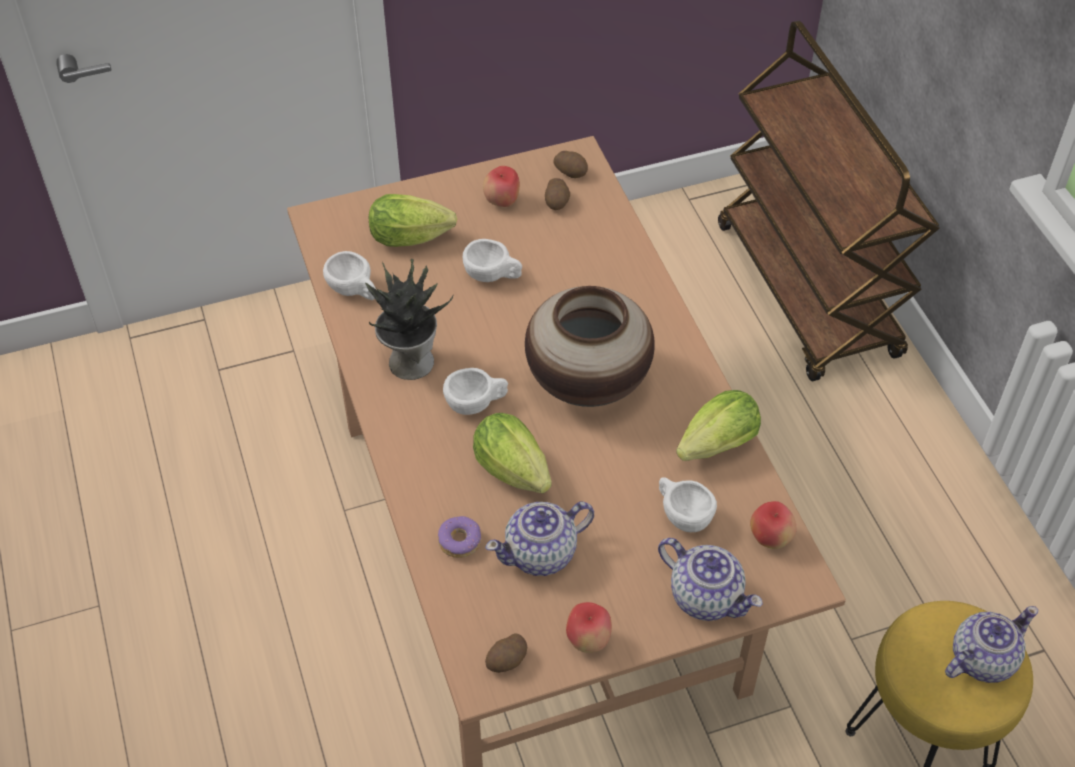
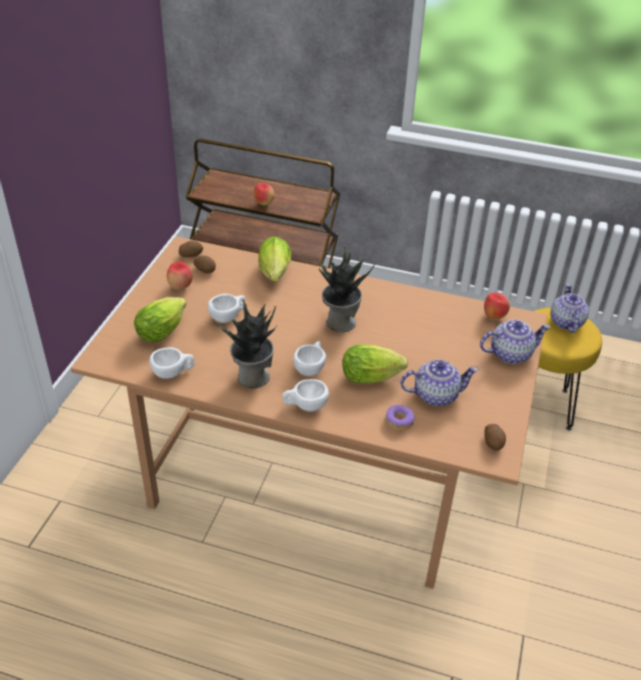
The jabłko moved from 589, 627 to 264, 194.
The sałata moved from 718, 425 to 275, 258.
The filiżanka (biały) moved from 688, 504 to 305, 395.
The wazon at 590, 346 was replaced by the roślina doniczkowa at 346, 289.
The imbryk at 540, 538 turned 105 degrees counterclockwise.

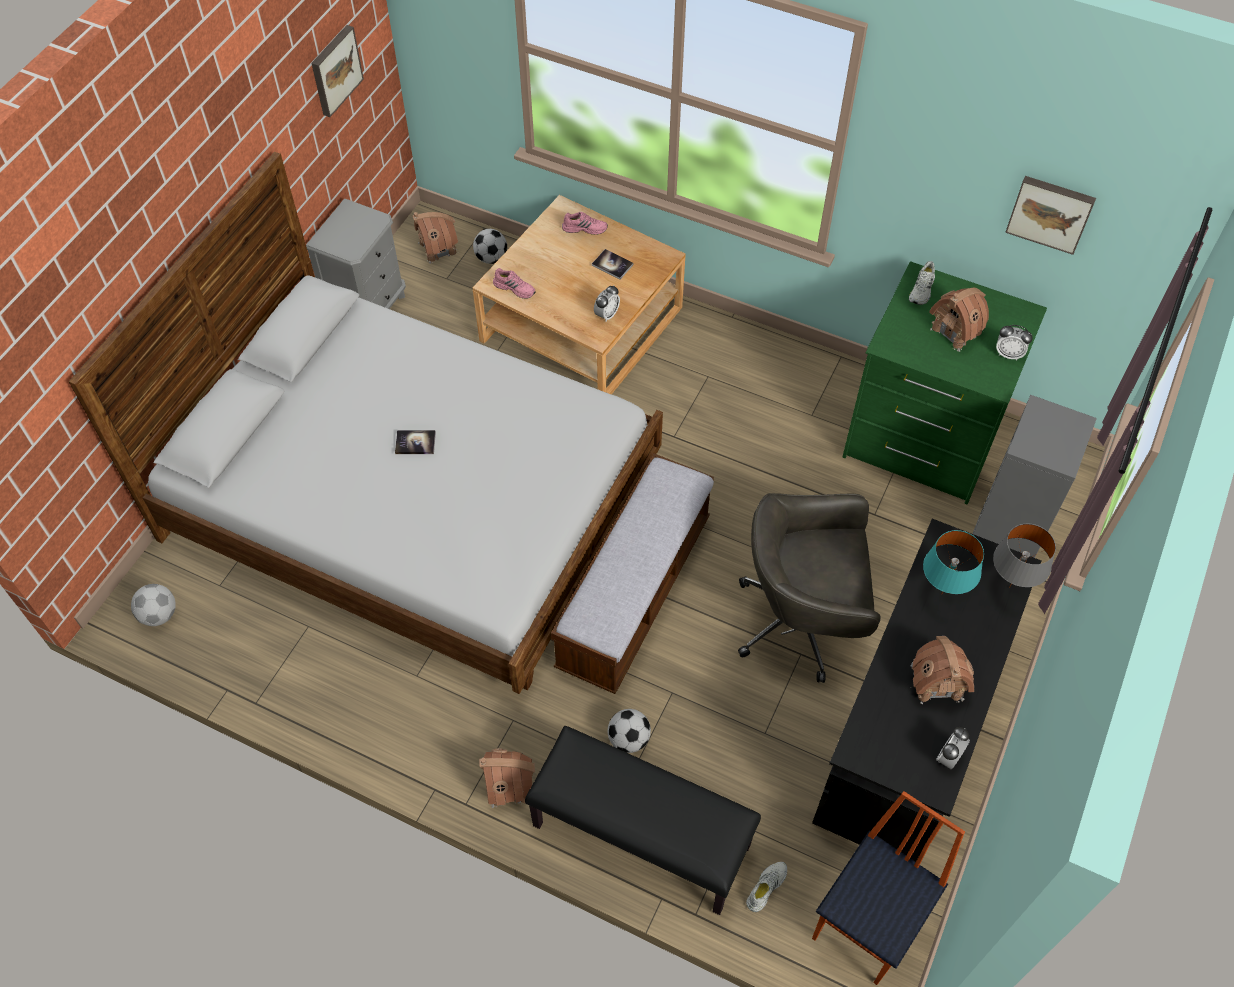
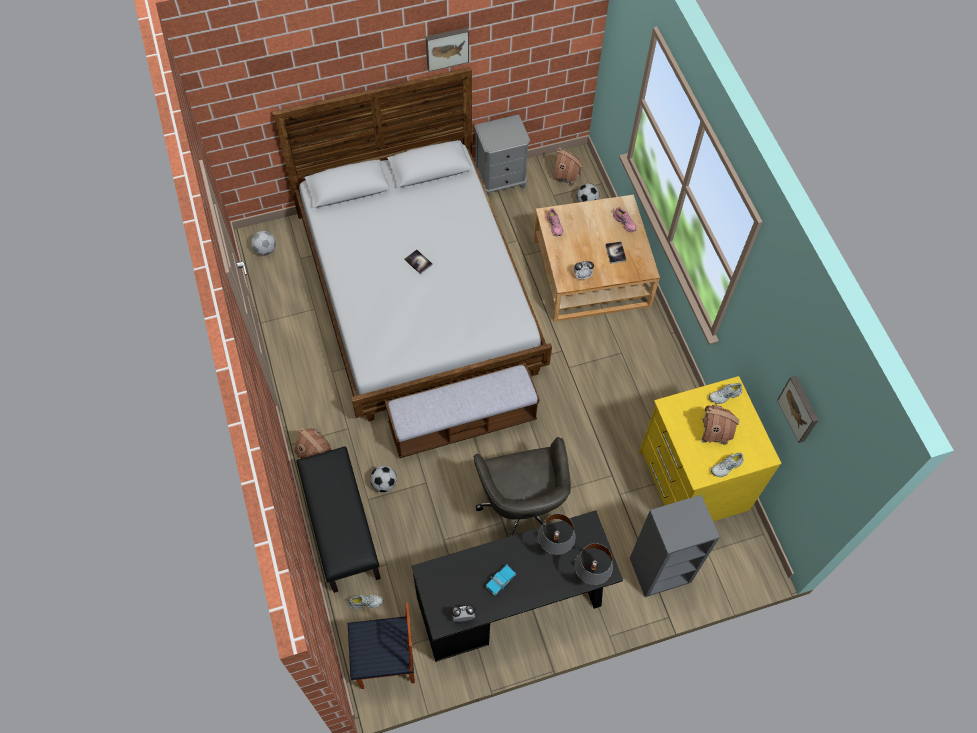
The obraz moved from 337, 71 to 447, 50.
The krzesło biurowe (szary) at 809, 588 turned 150 degrees counterclockwise.
The domek at 942, 670 was replaced by the ciężarówka zabawkowa at 501, 580.
The lampa stołowa (turkusowy) at 953, 562 became the lampa stołowa (szary) at 556, 534.
The komoda (zielony) at 944, 382 became the komoda (żółty) at 710, 448.
The budzik at 1014, 343 was replaced by the but (biały) at 727, 465.

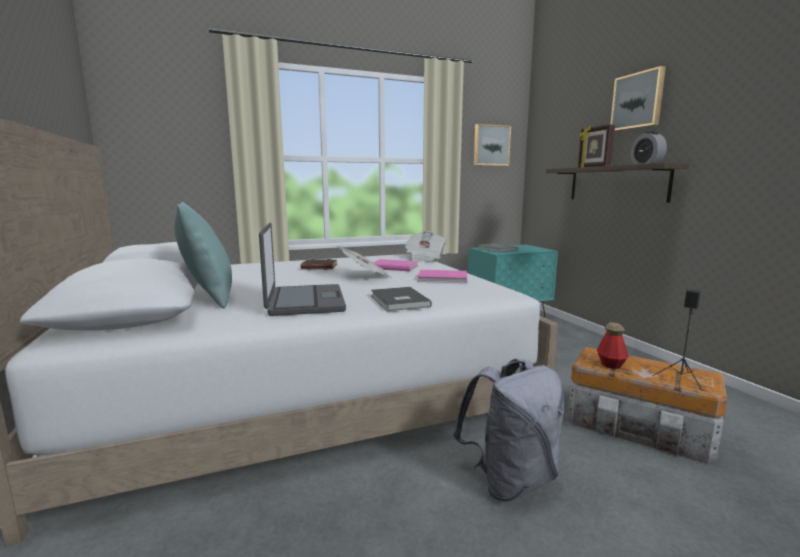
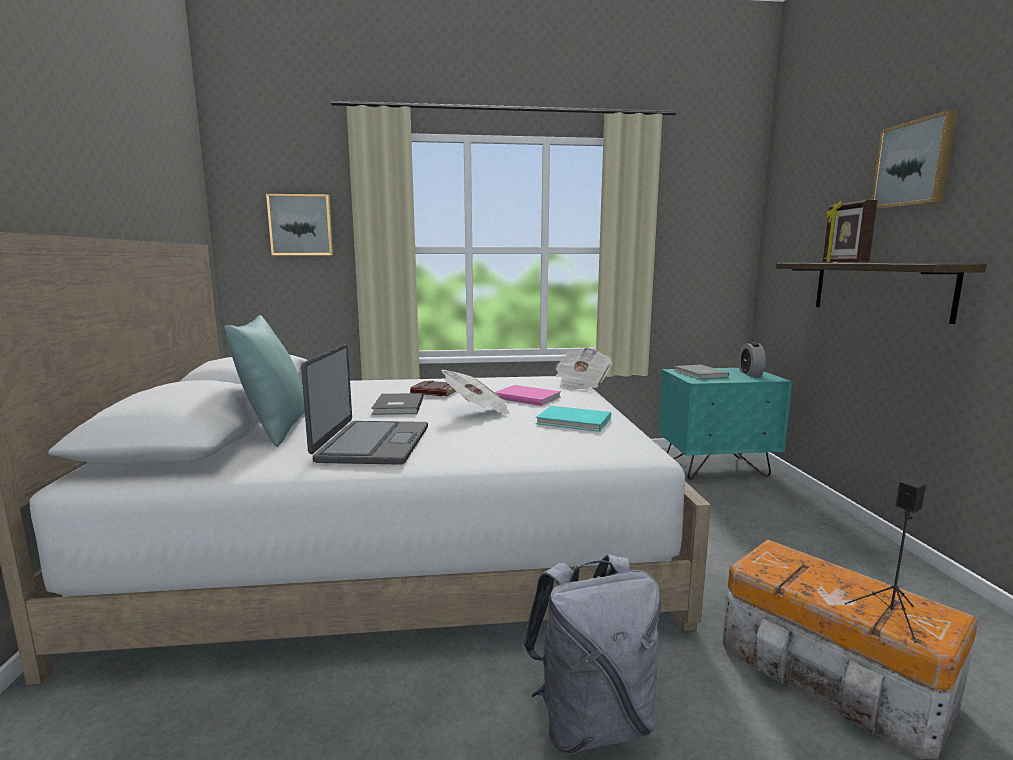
The obraz moved from 492, 145 to 299, 224.
The książka (szary) moved from 401, 299 to 397, 404.
The książka (różowy) at 442, 276 became the książka (turkusowy) at 573, 419.
The budzik moved from 649, 148 to 752, 359.
The butelka at 613, 345 disappeared.

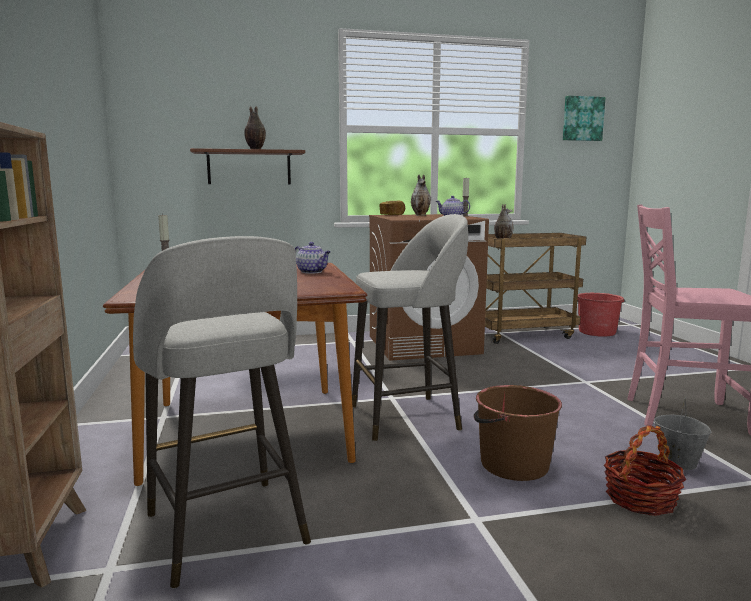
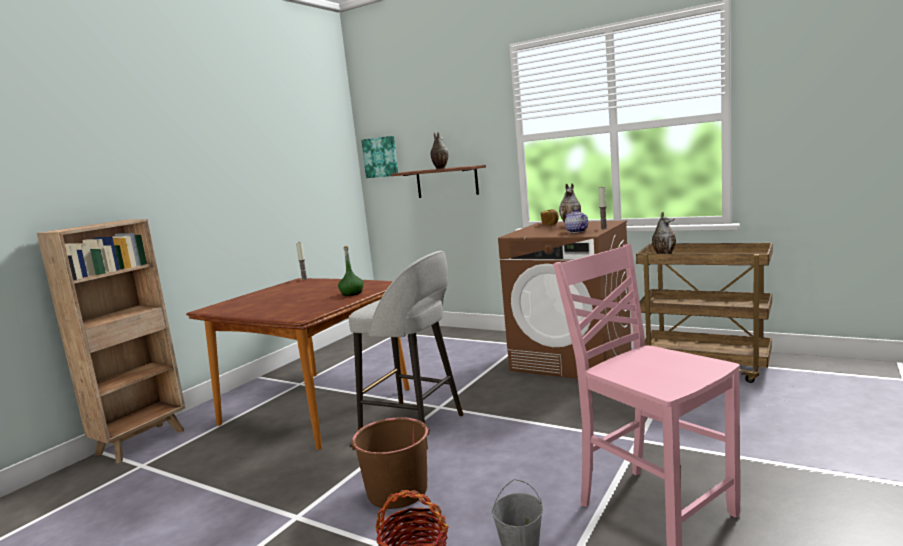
The imbryk at 313, 258 was replaced by the butelka (zielony) at 351, 271.
The obraz moved from 584, 118 to 379, 157.
The stołek (szary) at 222, 412 disappeared.
The wiadro (czerwony) at 601, 315 disappeared.

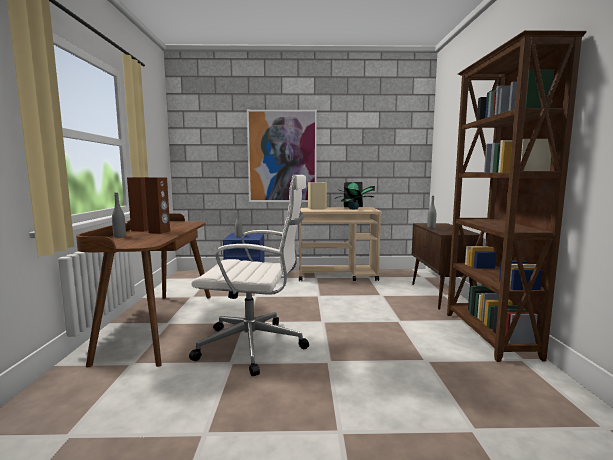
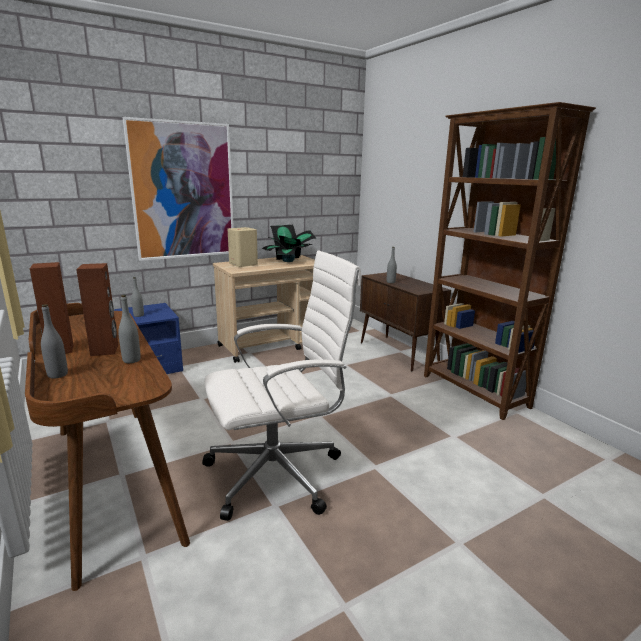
The butelka (szary) at 129, 329 appeared.

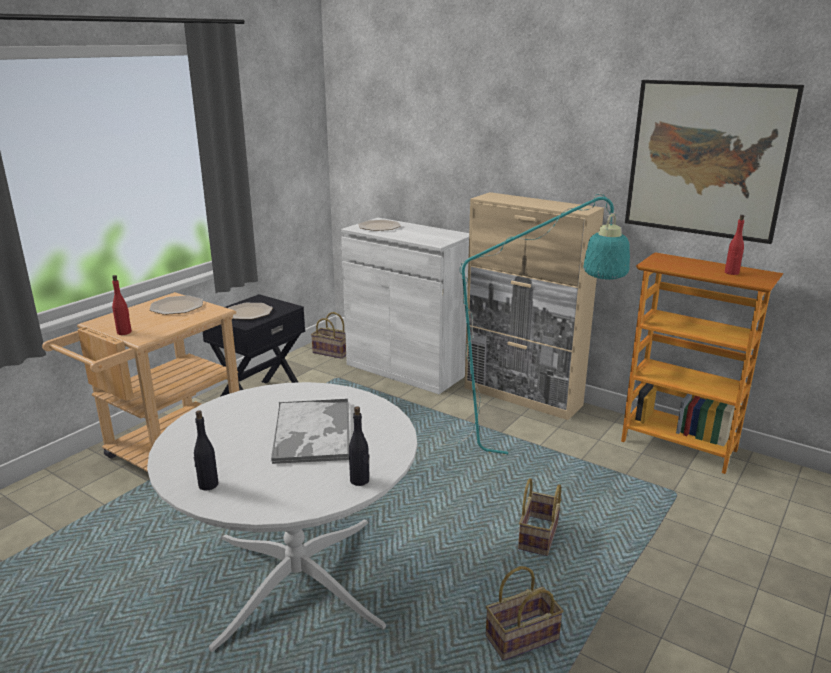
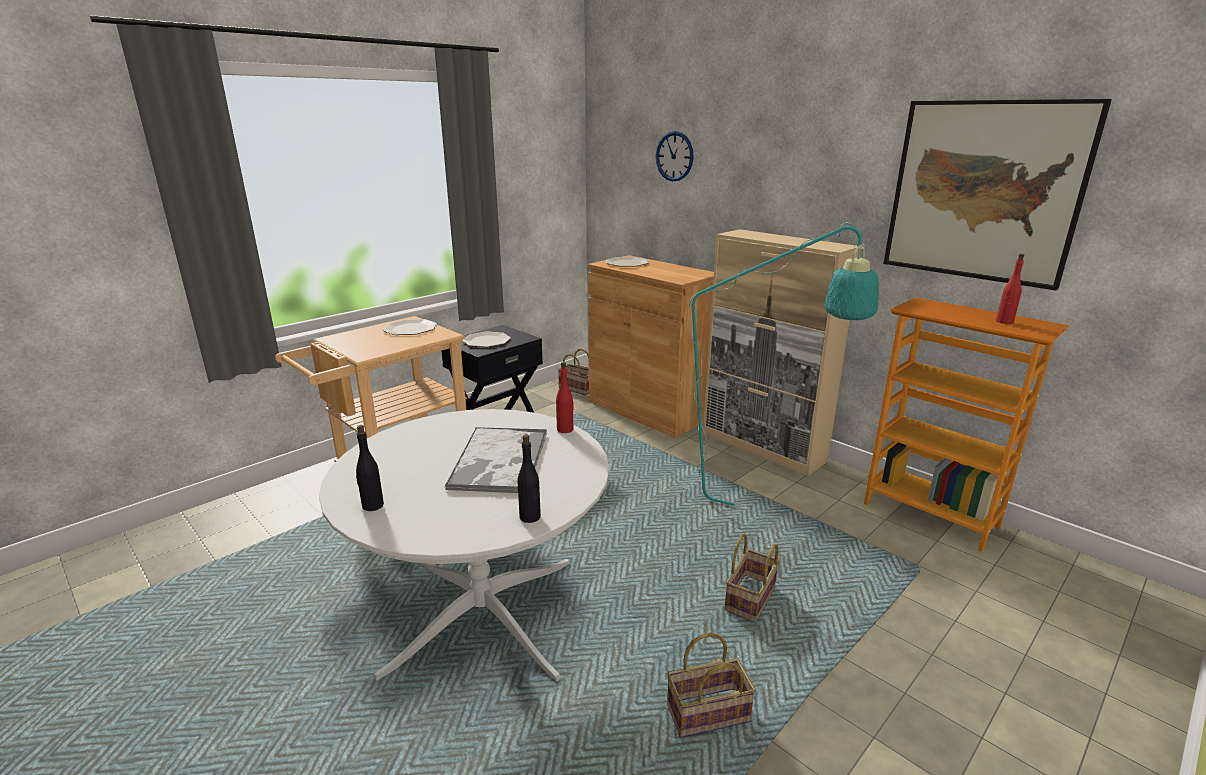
The butelka (czerwony) moved from 122, 305 to 565, 397.
The szafka (biały) at 405, 306 became the szafka (brązowy) at 651, 346.
The zegar ścienny at 675, 156 appeared.

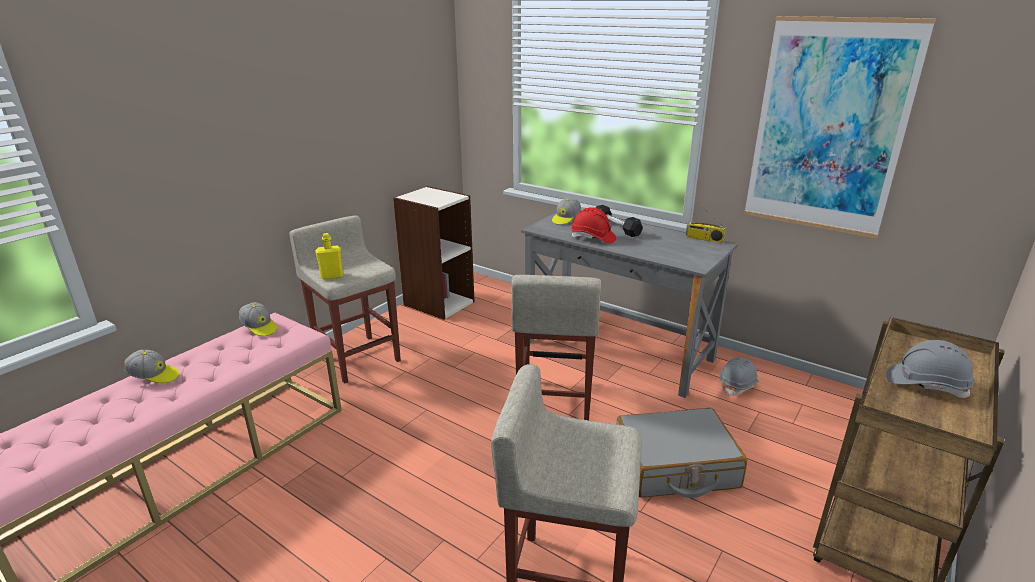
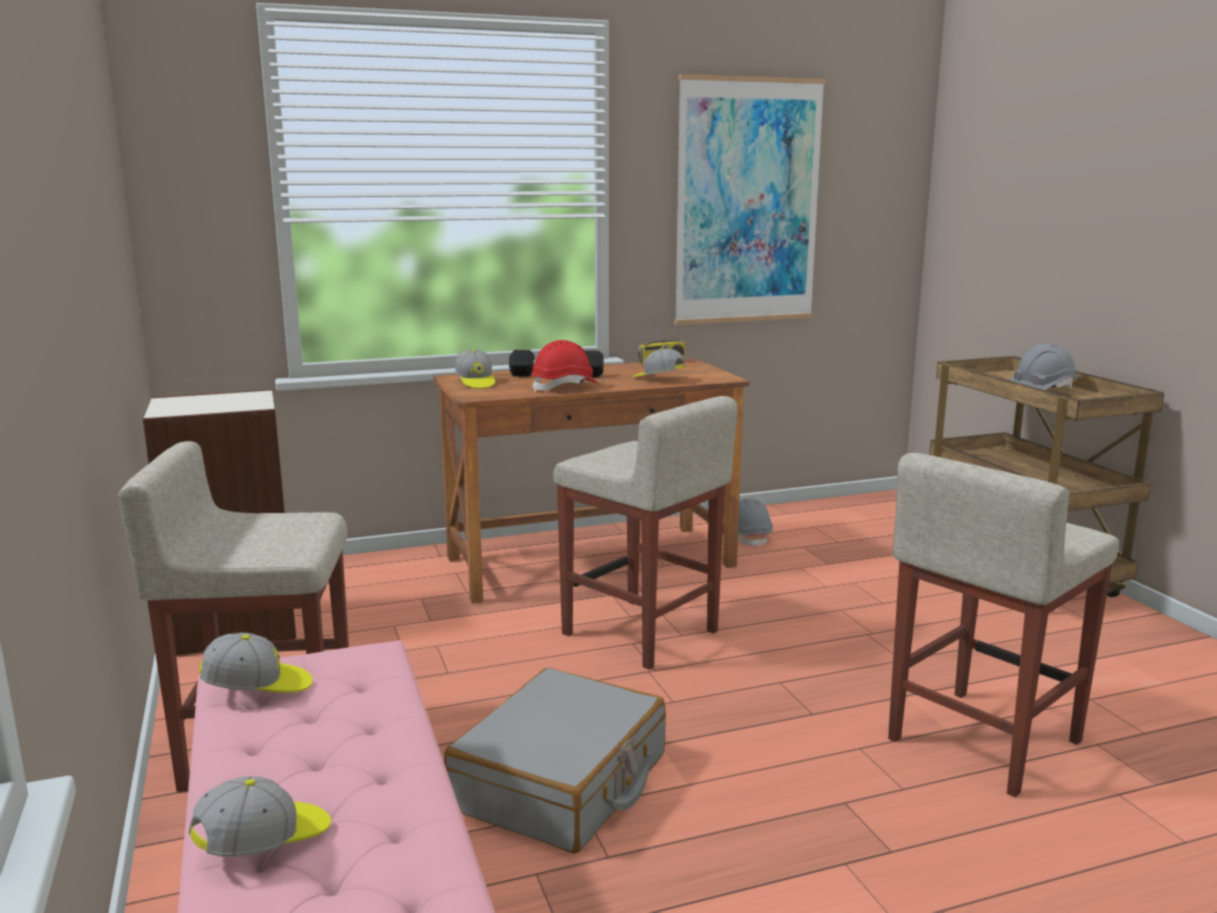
The biurko (szary) at 629, 305 became the biurko (brązowy) at 591, 481.
The walizka (szary) moved from 681, 453 to 555, 761.
The czapka z daszkiem at 659, 362 appeared.
The butelka (żółty) at 329, 256 disappeared.

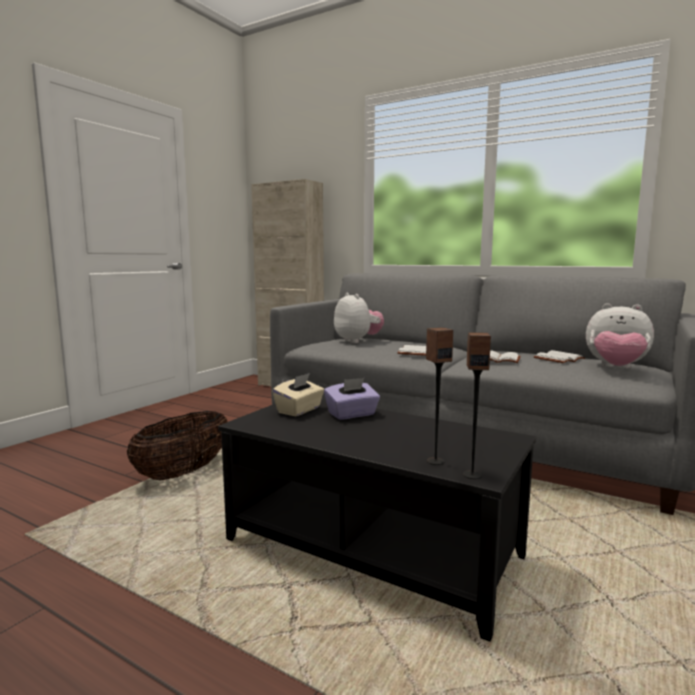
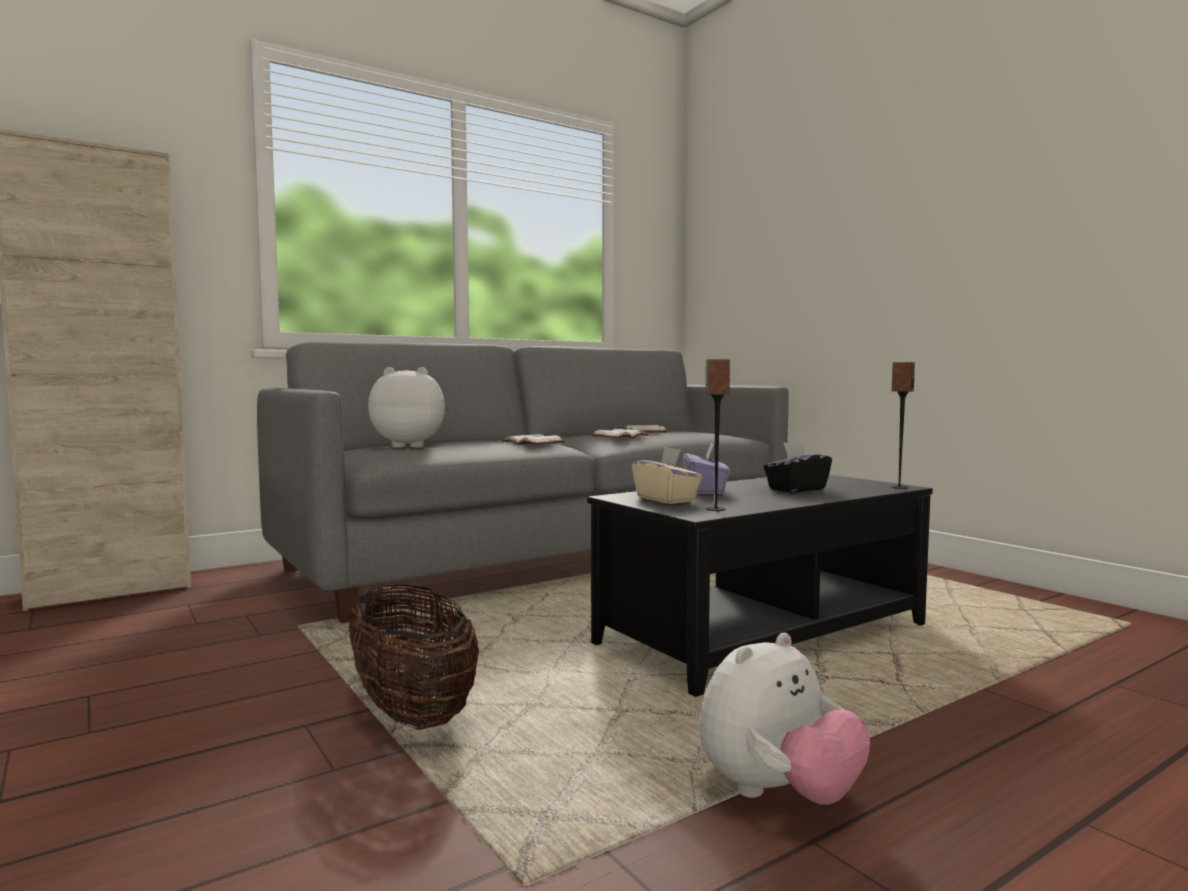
The pluszak moved from 620, 336 to 785, 719.
The głośnik moved from 439, 396 to 717, 435.
The pudełko chusteczek (czarny) at 797, 467 appeared.

